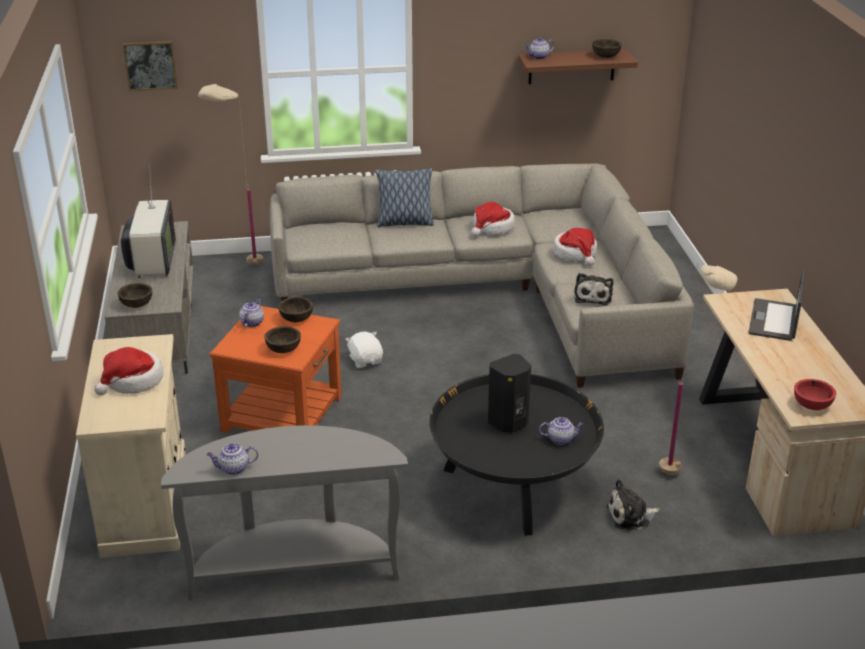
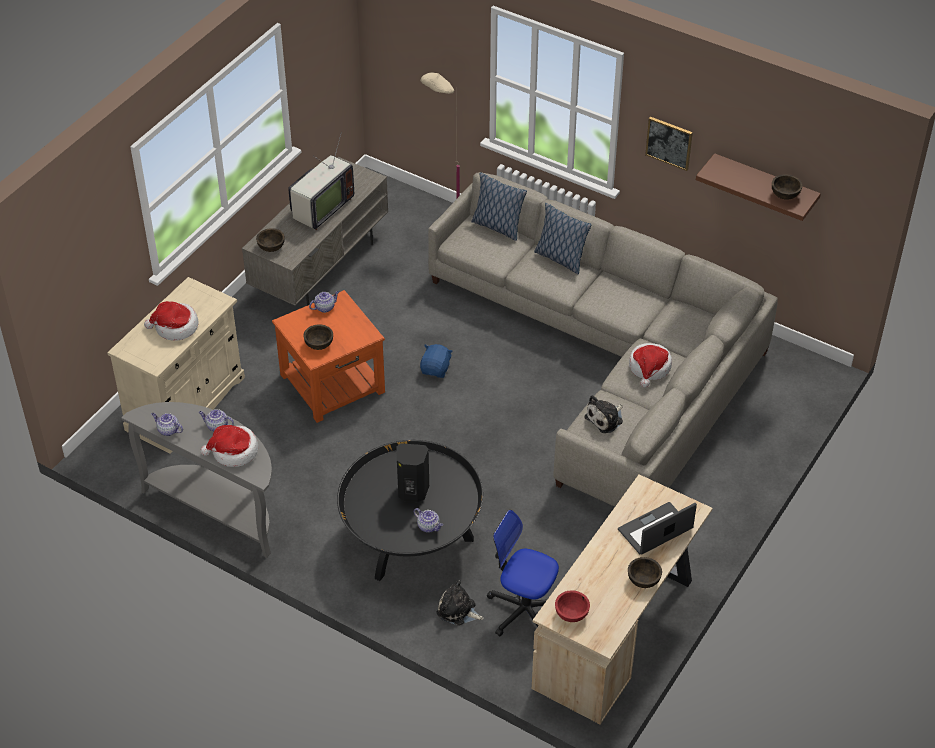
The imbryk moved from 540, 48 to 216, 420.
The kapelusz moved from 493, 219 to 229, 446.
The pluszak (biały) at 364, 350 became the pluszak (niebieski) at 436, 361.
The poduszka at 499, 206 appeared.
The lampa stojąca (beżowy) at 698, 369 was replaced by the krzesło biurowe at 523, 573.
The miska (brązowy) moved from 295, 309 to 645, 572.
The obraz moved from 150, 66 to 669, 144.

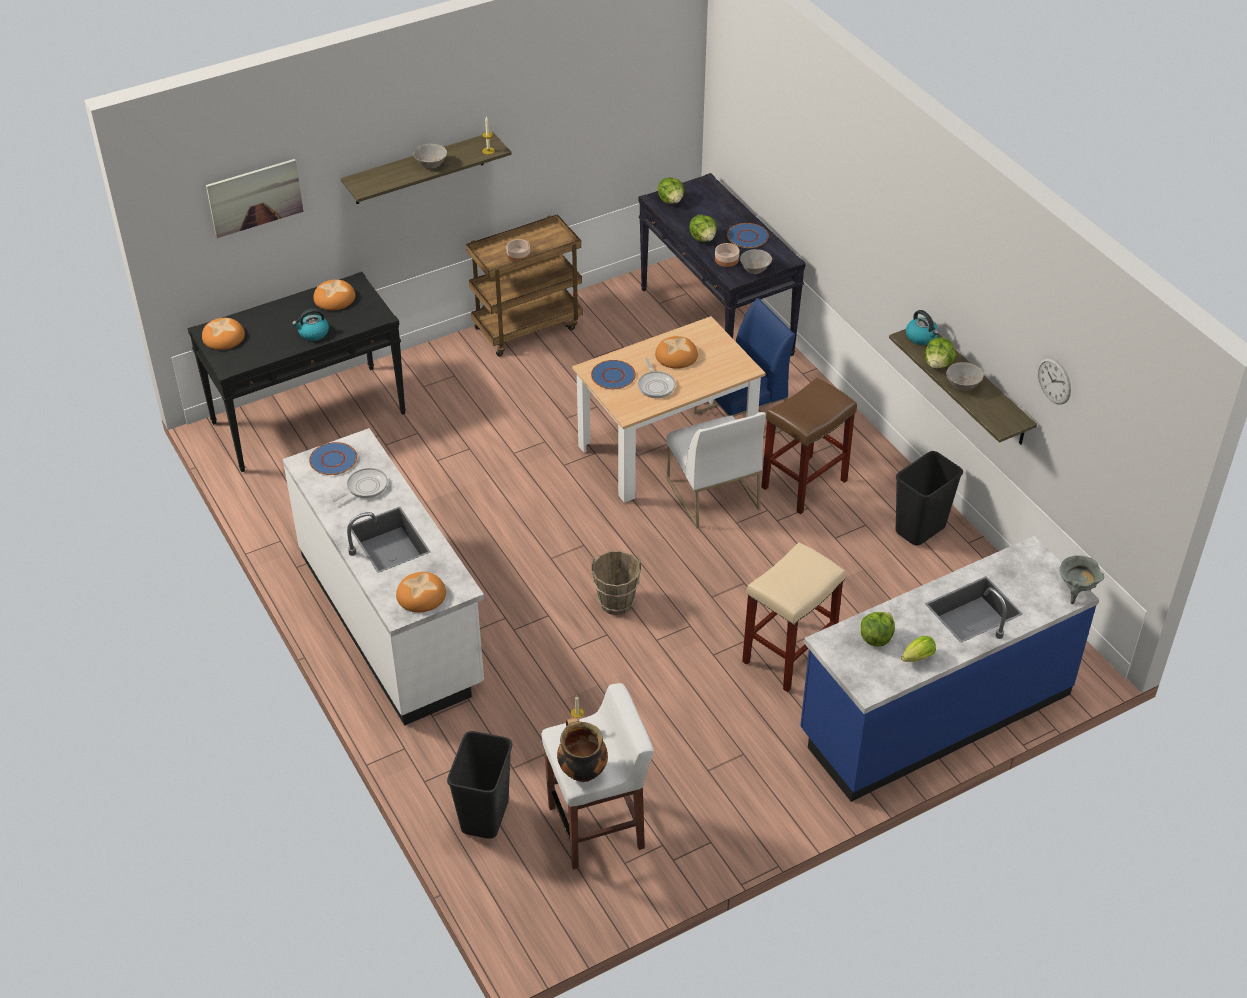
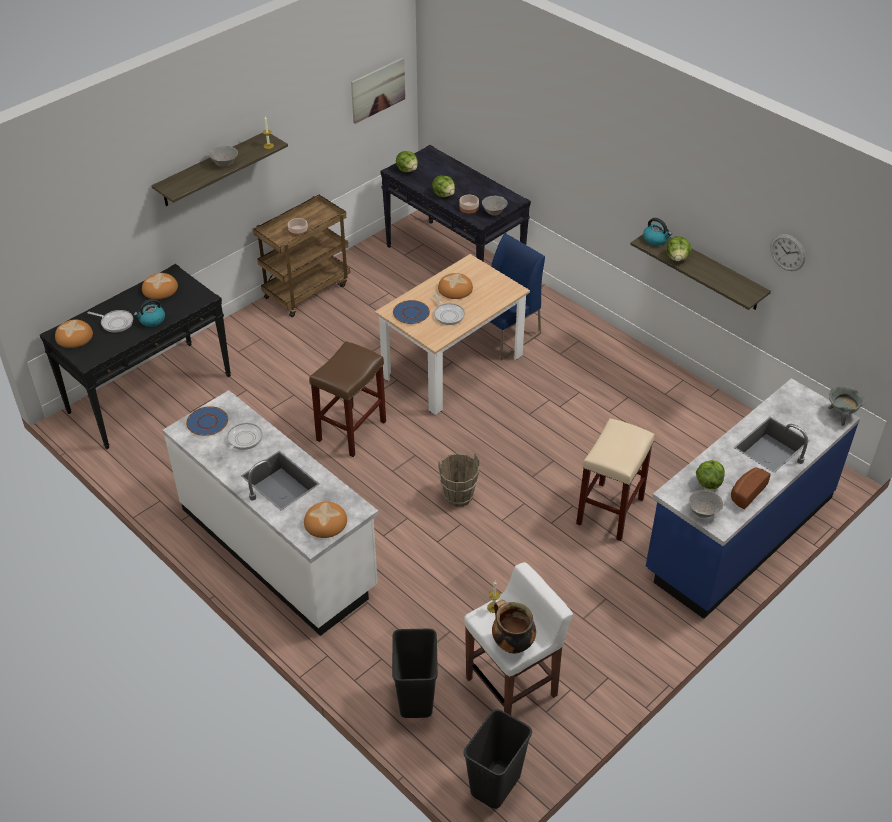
The patelnia at 110, 321 appeared.
The stołek (brązowy) moved from 809, 446 to 347, 399.
The obraz moved from 255, 198 to 378, 91.
The kosz na śmieci (czarny) moved from 929, 498 to 497, 759.
The miska (szary) moved from 965, 376 to 706, 504.
The sałata at 918, 649 was replaced by the chleb at 751, 488.
The krzesło (biały) at 716, 470 disappeared.
The talerz (niebieski) at 748, 235 disappeared.

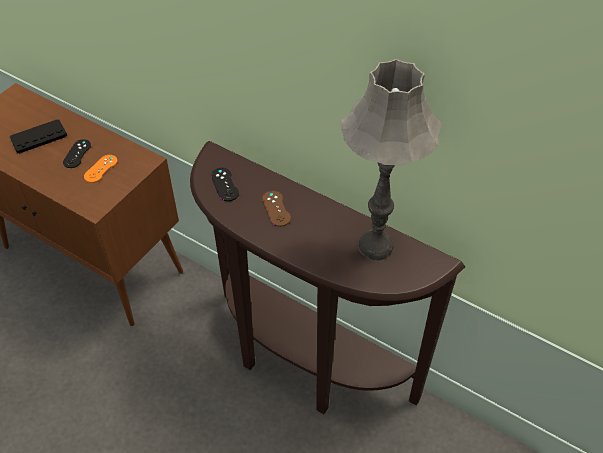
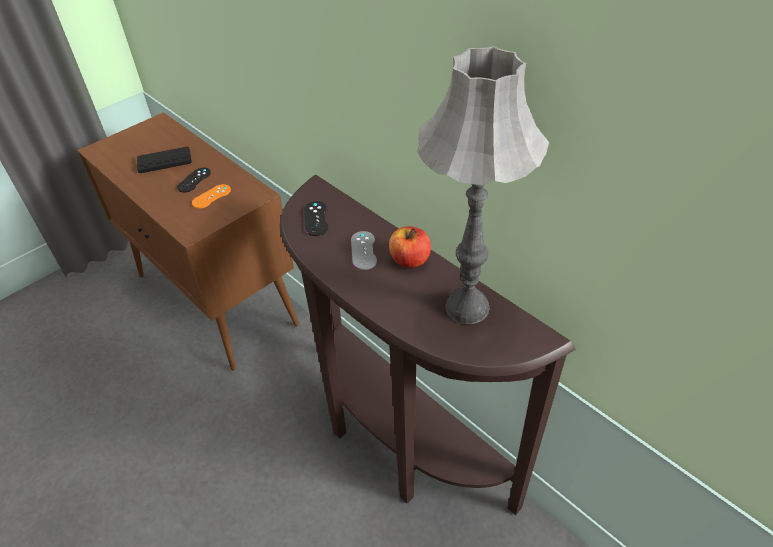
The pad do gier (brązowy) at 276, 209 became the pad do gier (szary) at 364, 250.
The jabłko at 410, 247 appeared.

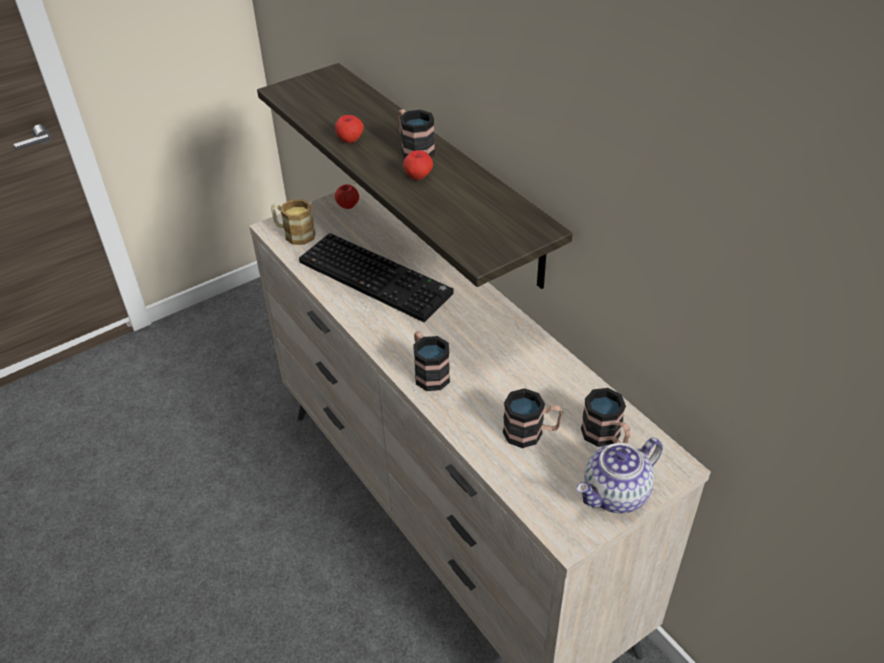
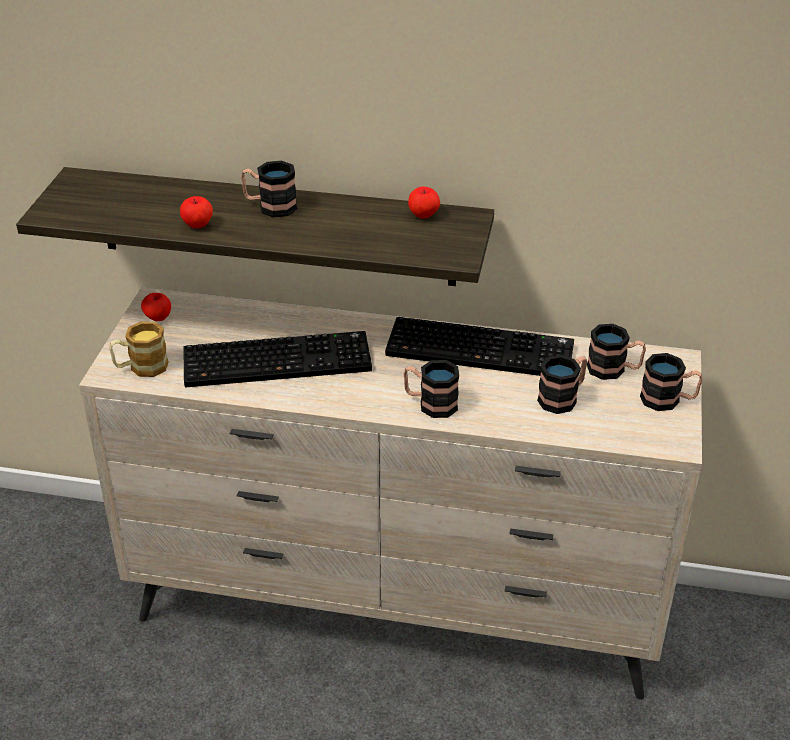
The klawiatura at 479, 346 appeared.
The jabłko moved from 418, 165 to 424, 202.
The imbryk at 619, 475 was replaced by the kubek at 671, 382.

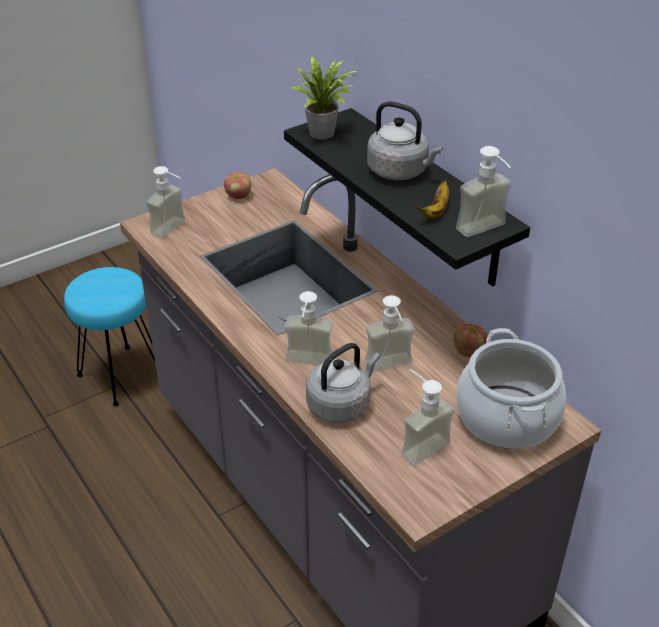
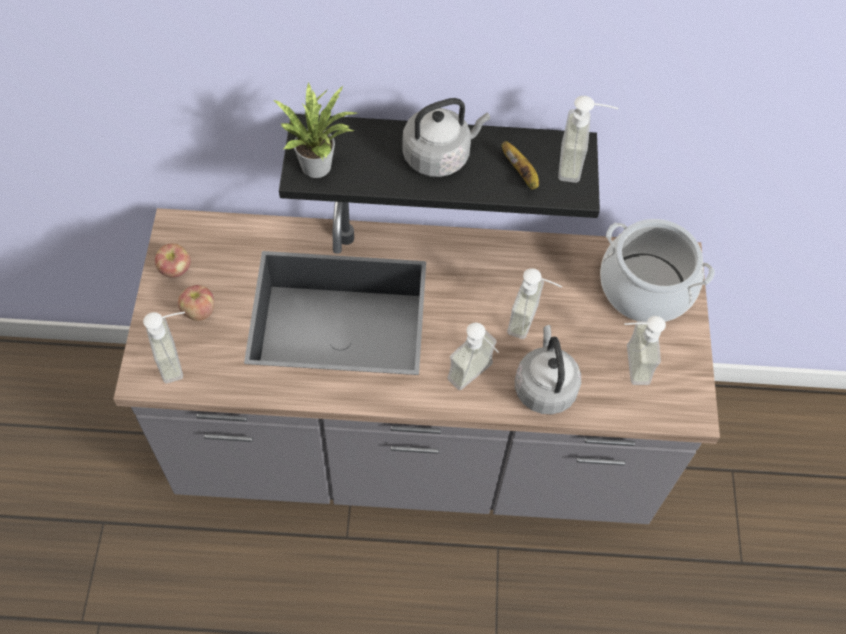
The jabłko moved from 470, 341 to 196, 303.
The stołek (turkusowy) at 109, 336 disappeared.

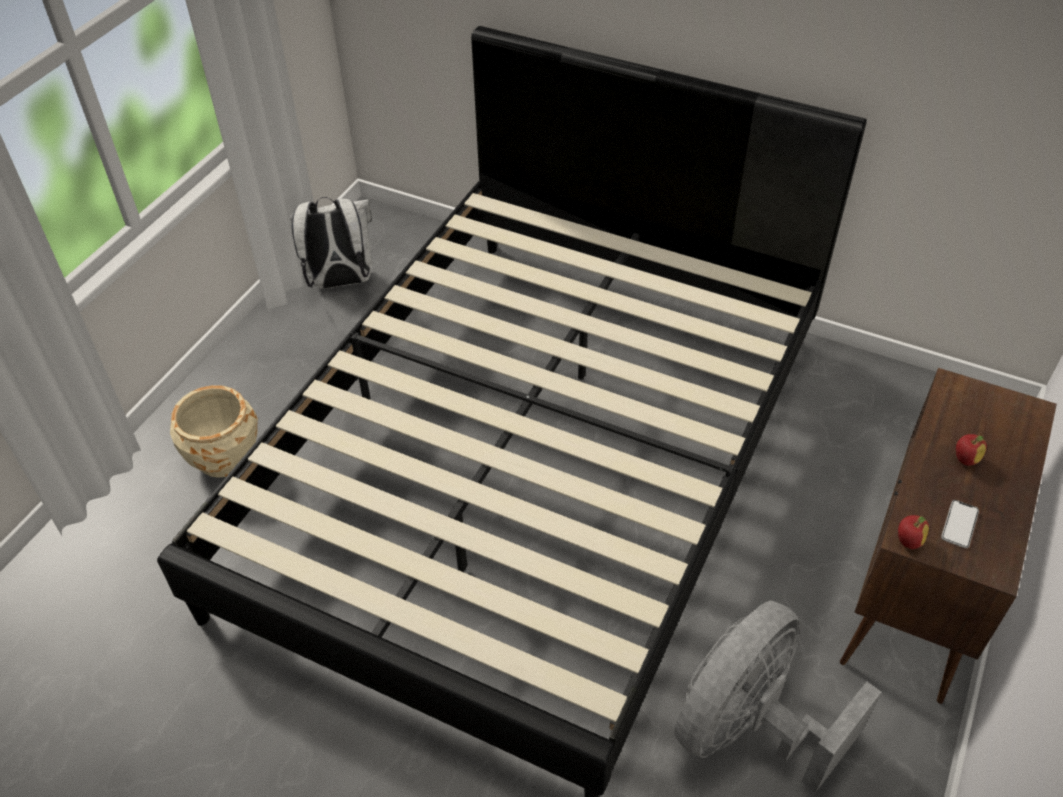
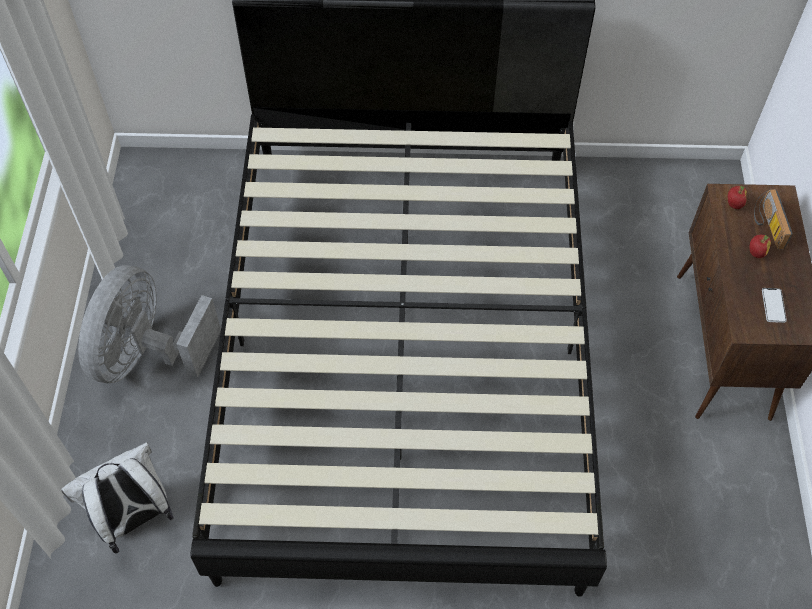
The plecak (biały) moved from 331, 243 to 117, 497.
The wentylator (szary) moved from 777, 696 to 149, 324.
The jabłko moved from 913, 532 to 737, 197.
The radio at 773, 219 appeared.
The donica (beżowy) at 214, 431 disappeared.

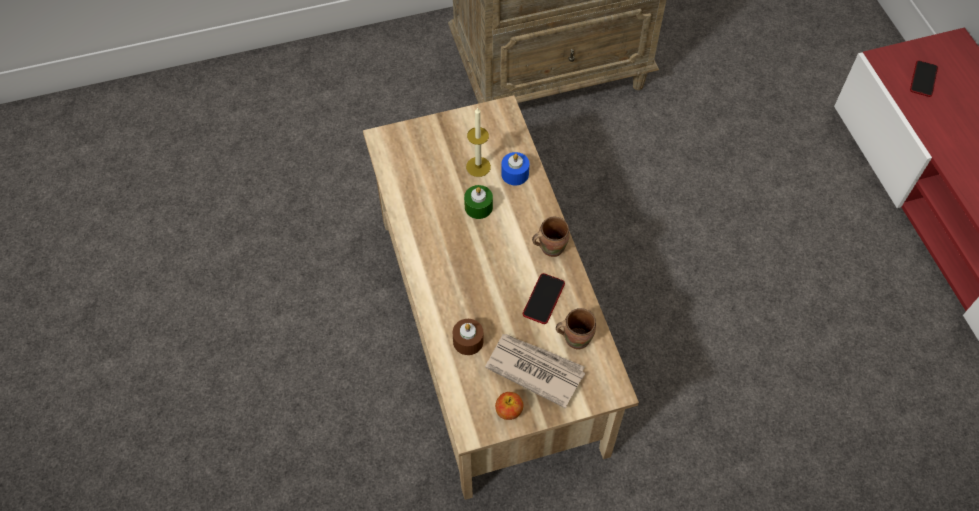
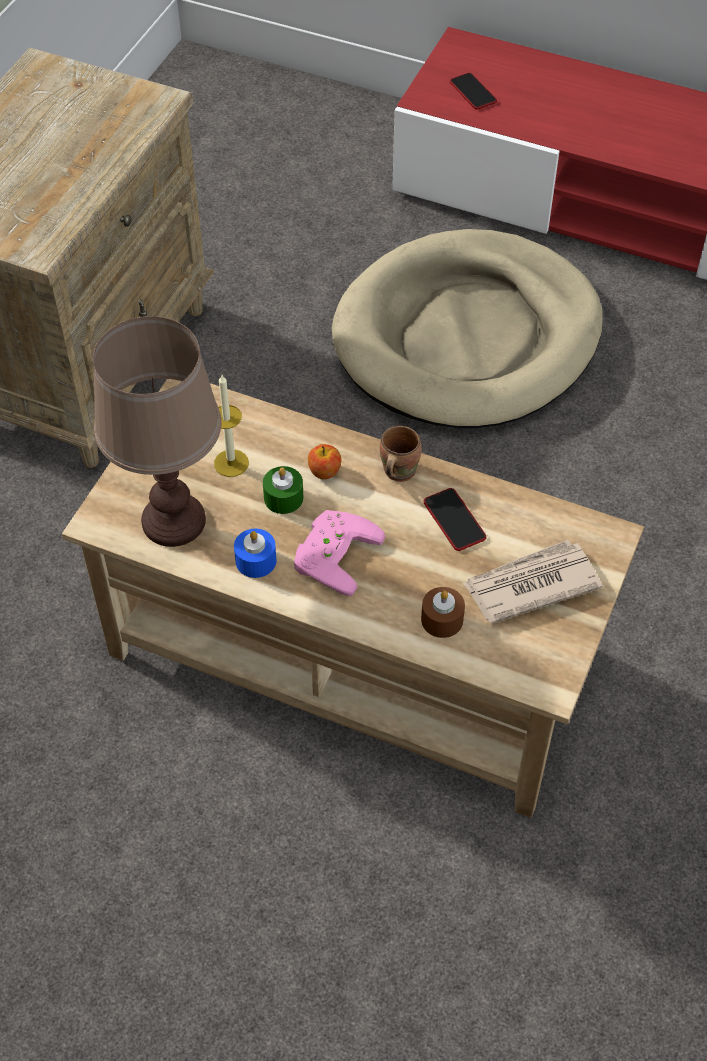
The lampa stołowa (brązowy) at 157, 431 appeared.
The świeca (niebieski) moved from 515, 168 to 255, 553.
The pad do gier (różowy) at 339, 553 appeared.
The jabłko moved from 509, 406 to 324, 461.
The legowisko (beżowy) at 467, 328 appeared.
The kubek (brązowy) at 576, 329 disappeared.

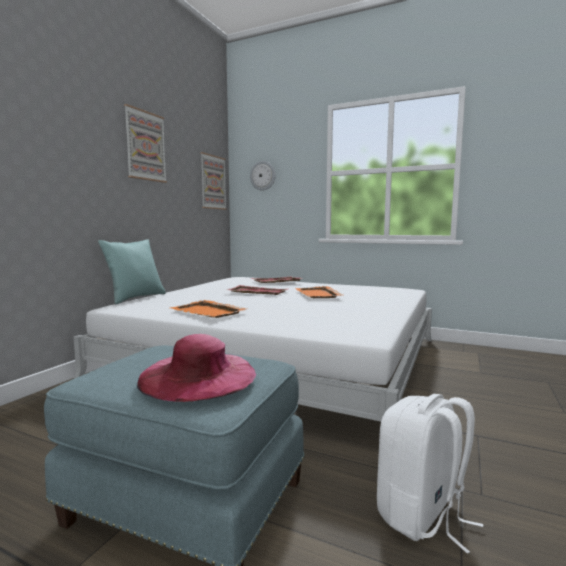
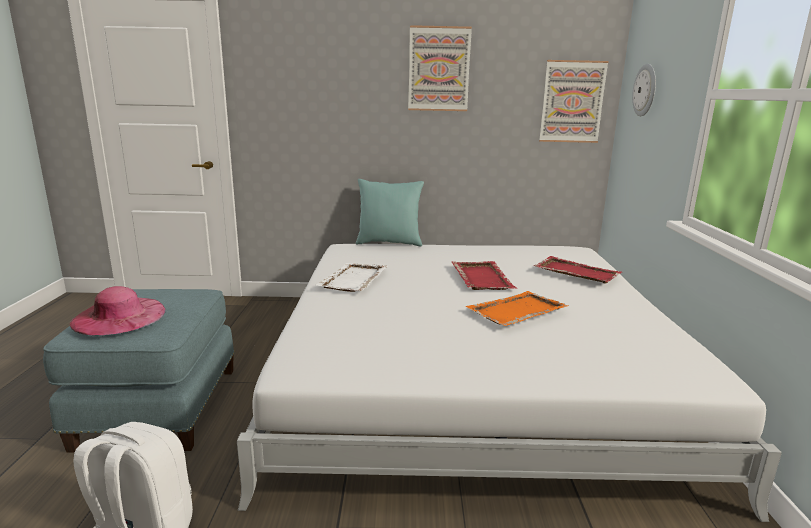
The taca (pomarańczowy) at 209, 309 became the taca (biały) at 351, 277.

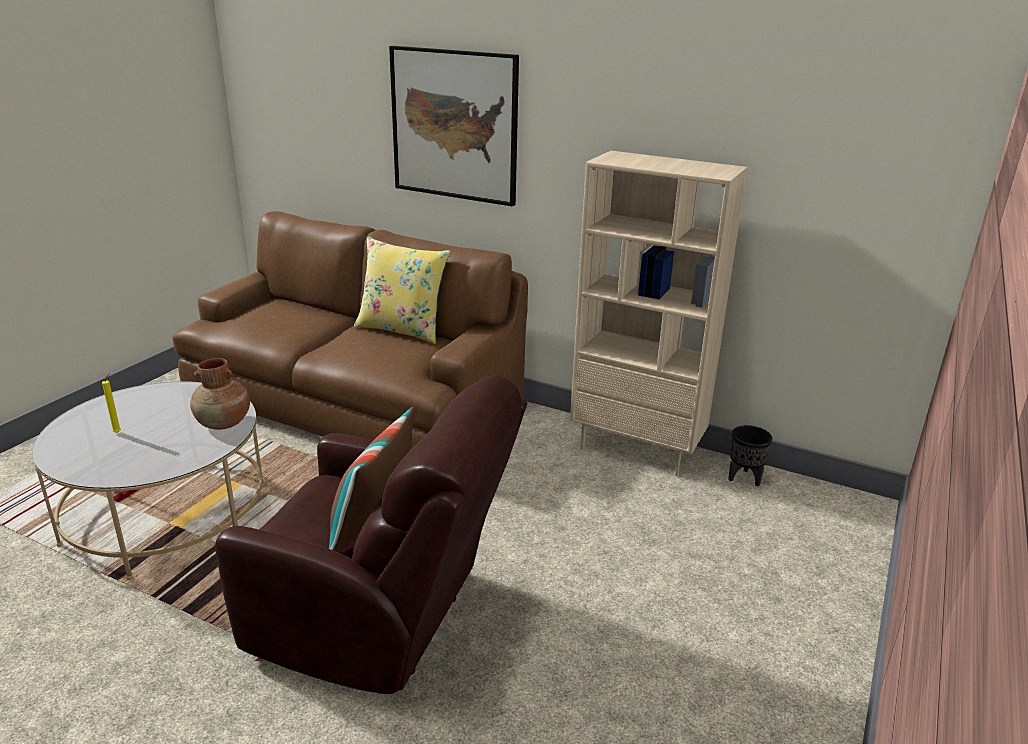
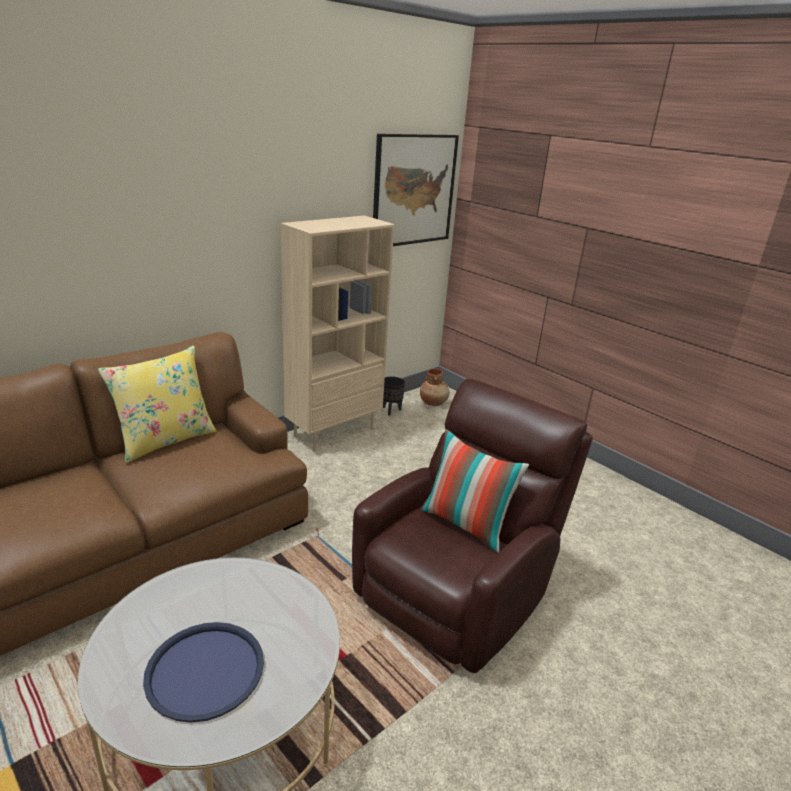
The świeca (żółty) at 111, 403 was replaced by the taca (niebieski) at 203, 672.
The obraz moved from 454, 126 to 416, 190.
The wazon (brązowy) moved from 220, 394 to 434, 387.

